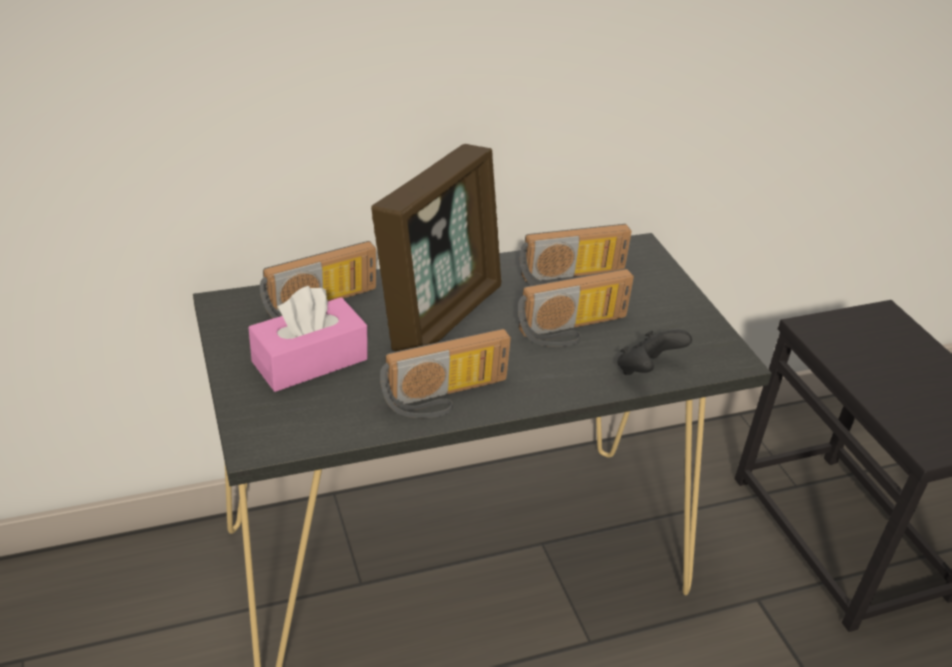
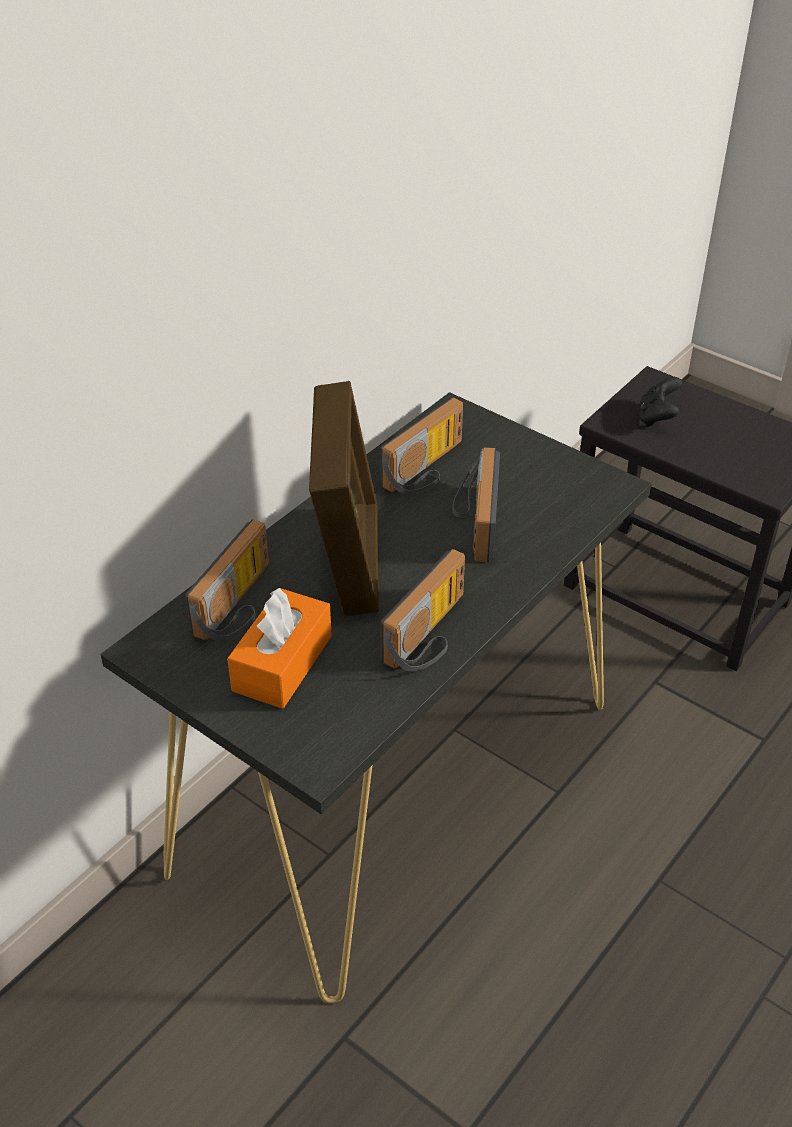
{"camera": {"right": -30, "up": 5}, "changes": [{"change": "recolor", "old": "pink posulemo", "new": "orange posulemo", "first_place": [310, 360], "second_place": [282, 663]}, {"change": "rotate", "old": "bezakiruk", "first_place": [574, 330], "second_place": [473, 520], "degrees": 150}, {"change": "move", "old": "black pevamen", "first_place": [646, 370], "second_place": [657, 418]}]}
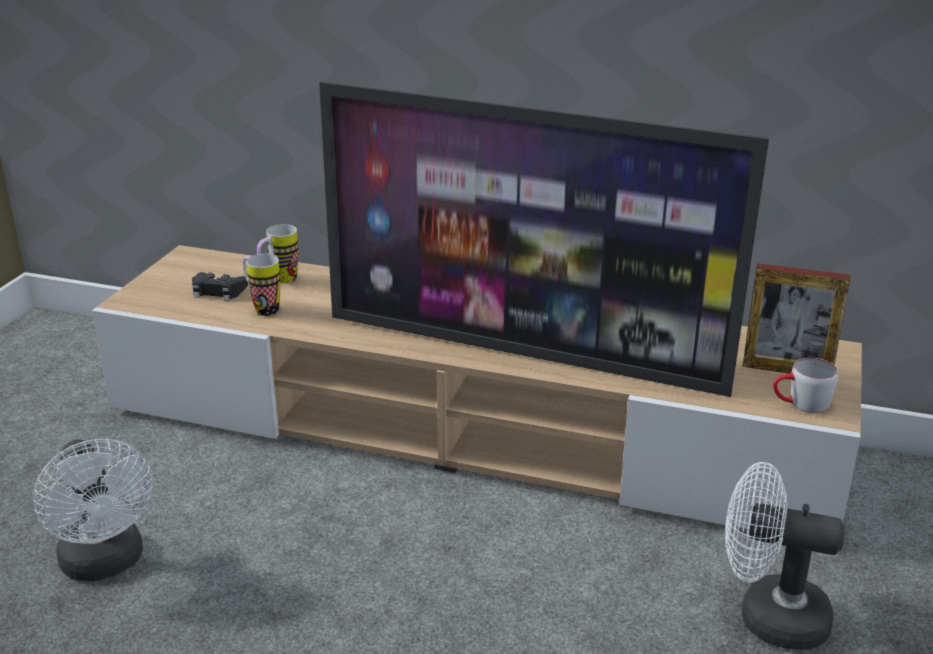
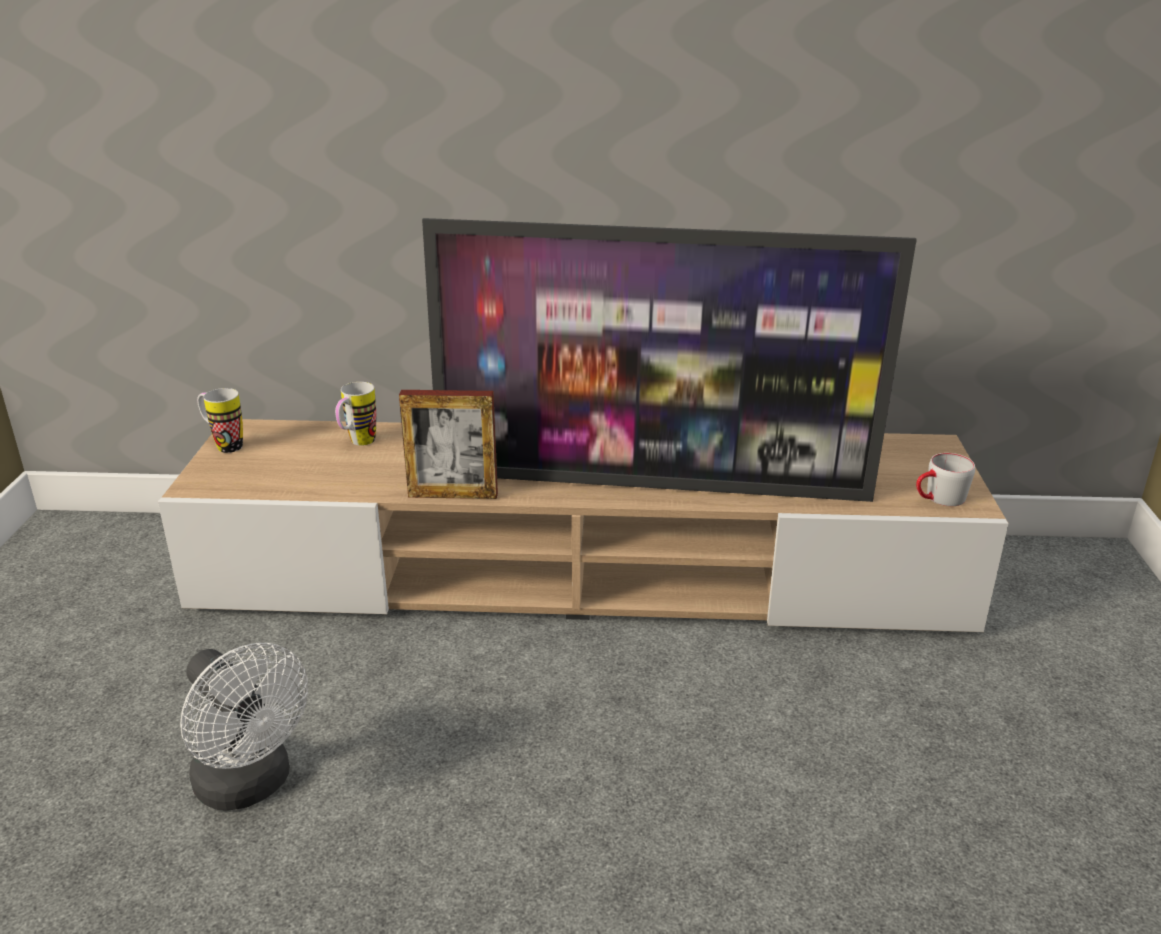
{"camera": {"right": -15, "up": 0}, "changes": [{"change": "move", "old": "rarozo", "first_place": [262, 308], "second_place": [224, 445]}, {"change": "move", "old": "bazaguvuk", "first_place": [786, 370], "second_place": [453, 495]}, {"change": "delete", "old": "black pevamen", "first_place": [218, 291]}, {"change": "delete", "old": "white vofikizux", "first_place": [768, 616]}]}
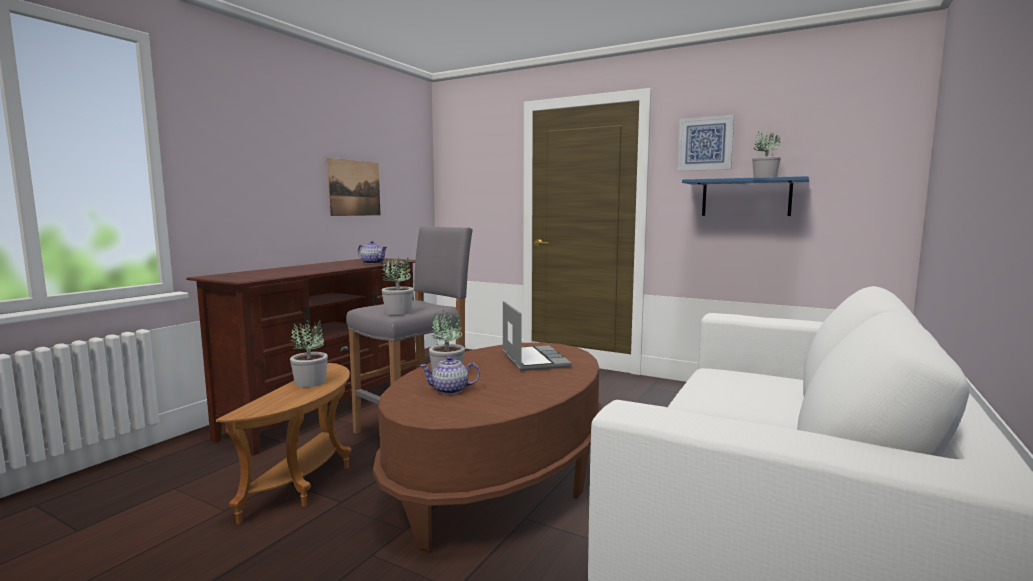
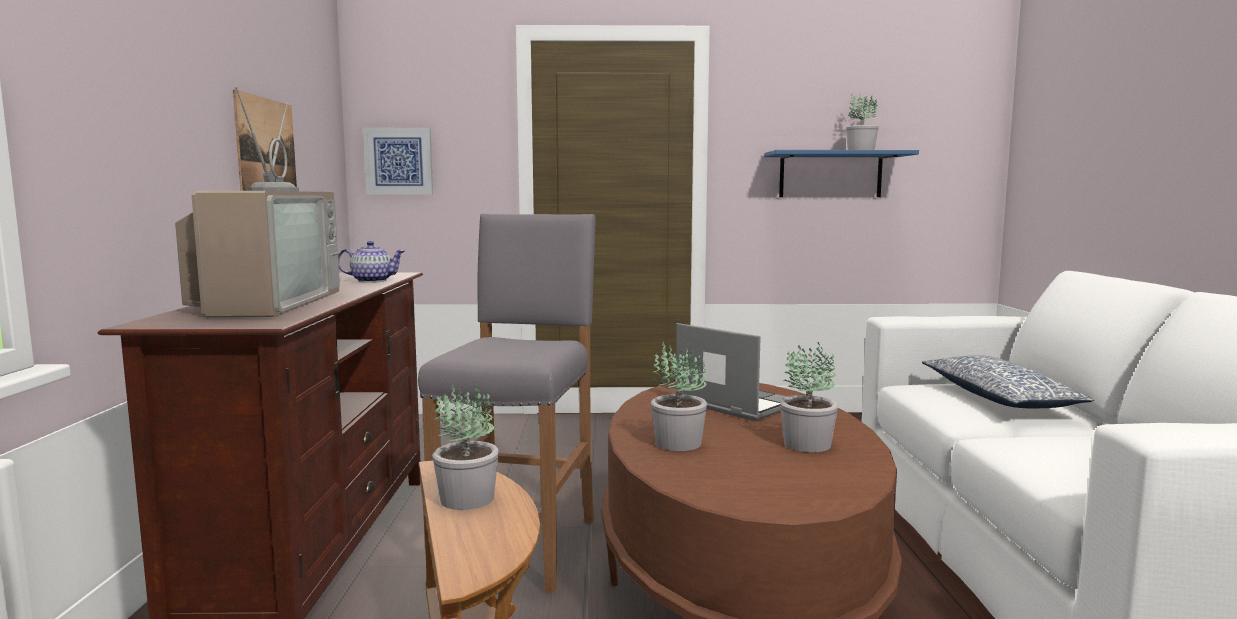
{"camera": {"right": -30, "up": 0}, "changes": [{"change": "insert", "new": "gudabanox", "second_place": [267, 303]}, {"change": "move", "old": "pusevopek", "first_place": [705, 143], "second_place": [399, 161]}, {"change": "move", "old": "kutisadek", "first_place": [398, 312], "second_place": [806, 444]}, {"change": "insert", "new": "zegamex", "second_place": [998, 398]}, {"change": "delete", "old": "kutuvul", "first_place": [450, 390]}]}
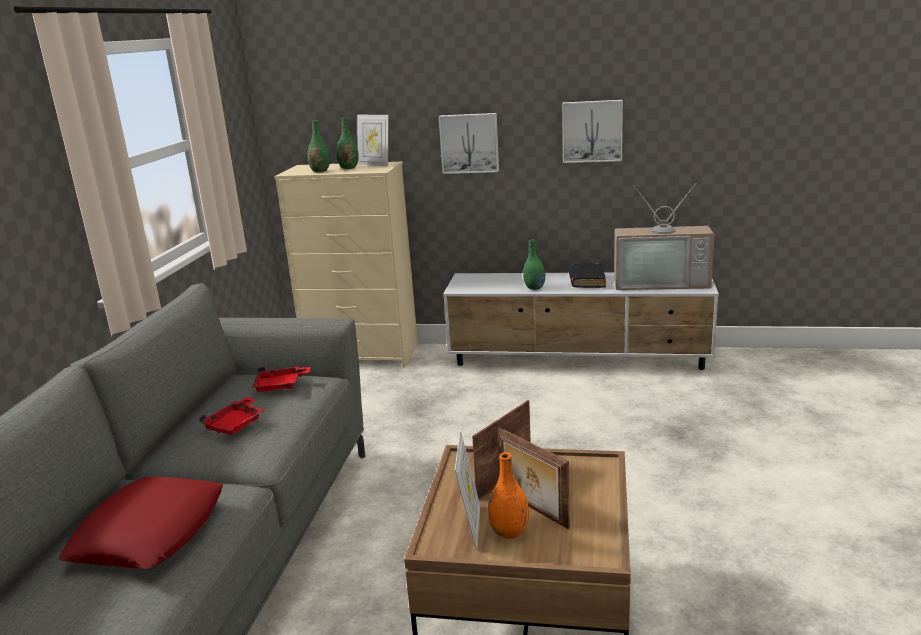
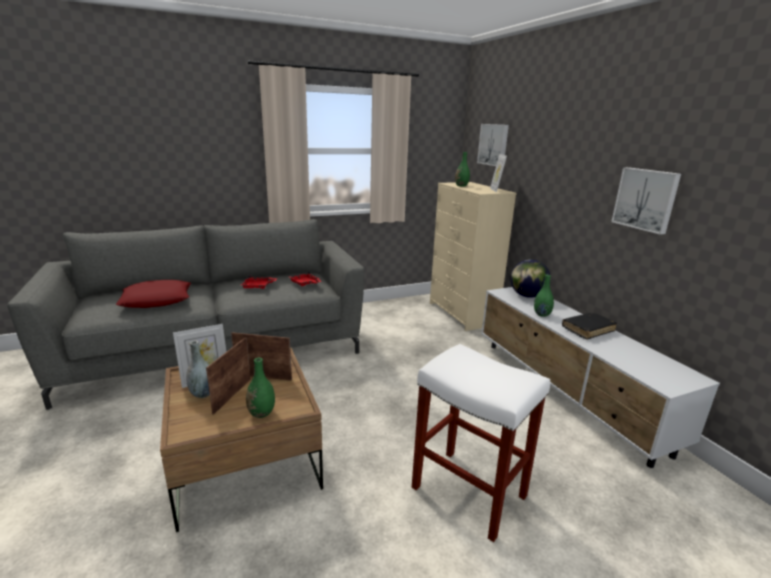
{"camera": {"right": 55, "up": 0}, "changes": [{"change": "recolor", "old": "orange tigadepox", "new": "grey tigadepox", "first_place": [509, 532], "second_place": [202, 394]}, {"change": "move", "old": "green tigadepox", "first_place": [349, 168], "second_place": [261, 413]}, {"change": "insert", "new": "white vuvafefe", "second_place": [470, 492]}, {"change": "move", "old": "pusevopek", "first_place": [469, 143], "second_place": [494, 144]}, {"change": "insert", "new": "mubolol", "second_place": [527, 296]}, {"change": "delete", "old": "gudabanox", "first_place": [661, 282]}]}
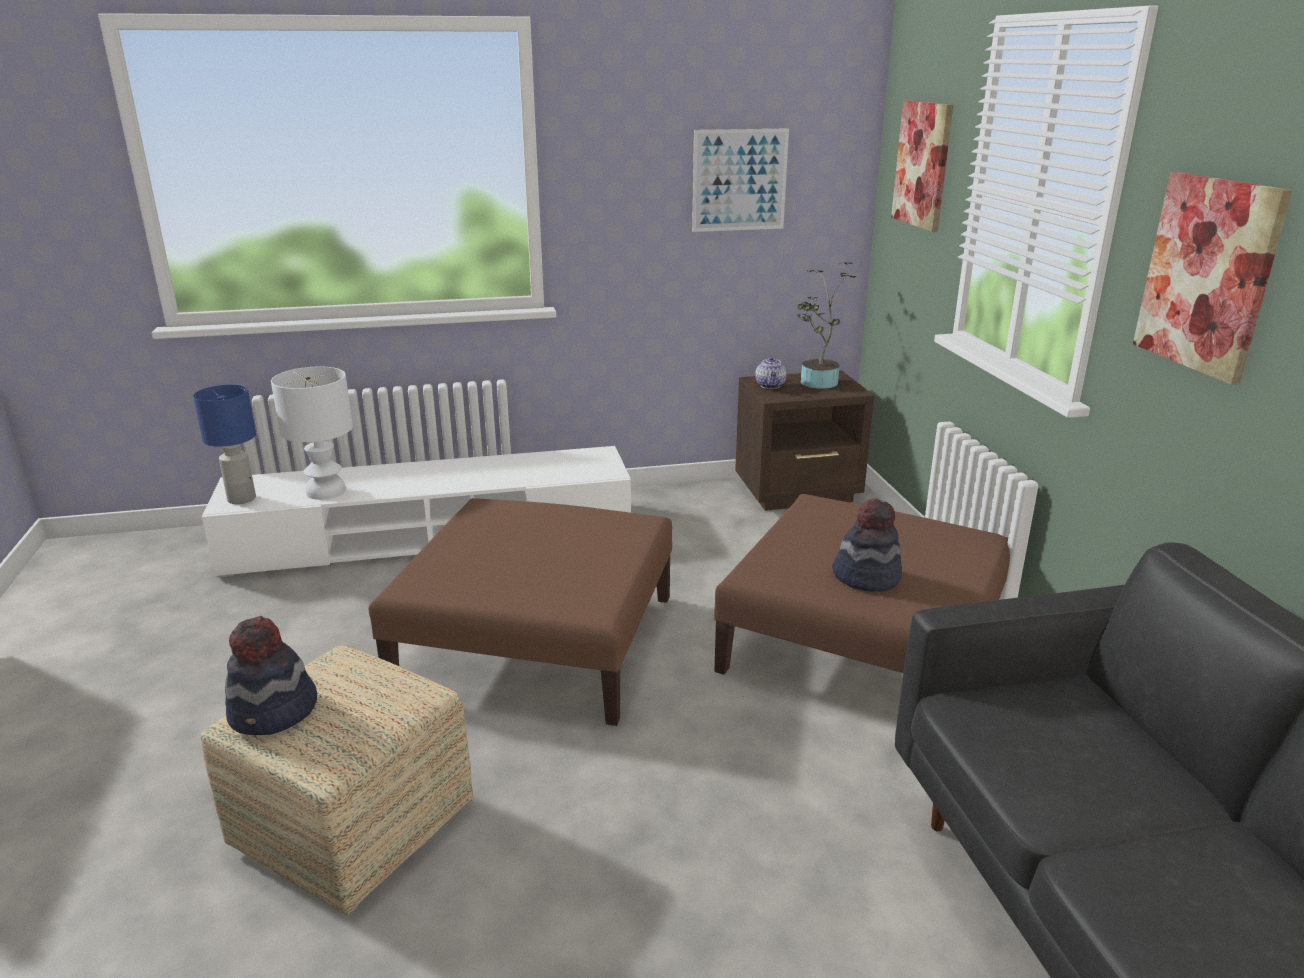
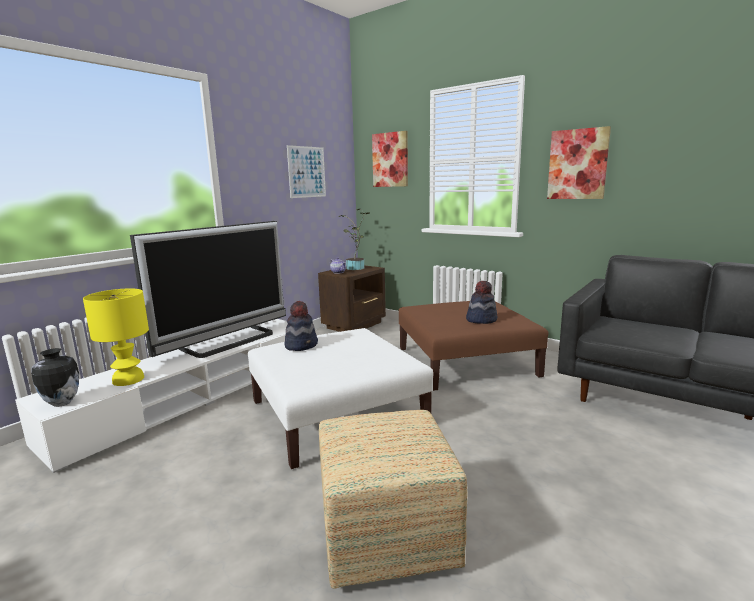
{"camera": {"right": -40, "up": -10}, "changes": [{"change": "replace", "old": "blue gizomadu", "new": "tigadepox", "first_place": [241, 499], "second_place": [61, 403]}, {"change": "recolor", "old": "white gizomadu", "new": "yellow gizomadu", "first_place": [326, 491], "second_place": [128, 379]}, {"change": "insert", "new": "gudabanox", "second_place": [230, 341]}, {"change": "recolor", "old": "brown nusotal", "new": "white nusotal", "first_place": [536, 642], "second_place": [336, 414]}, {"change": "move", "old": "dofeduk", "first_place": [274, 713], "second_place": [301, 345]}]}
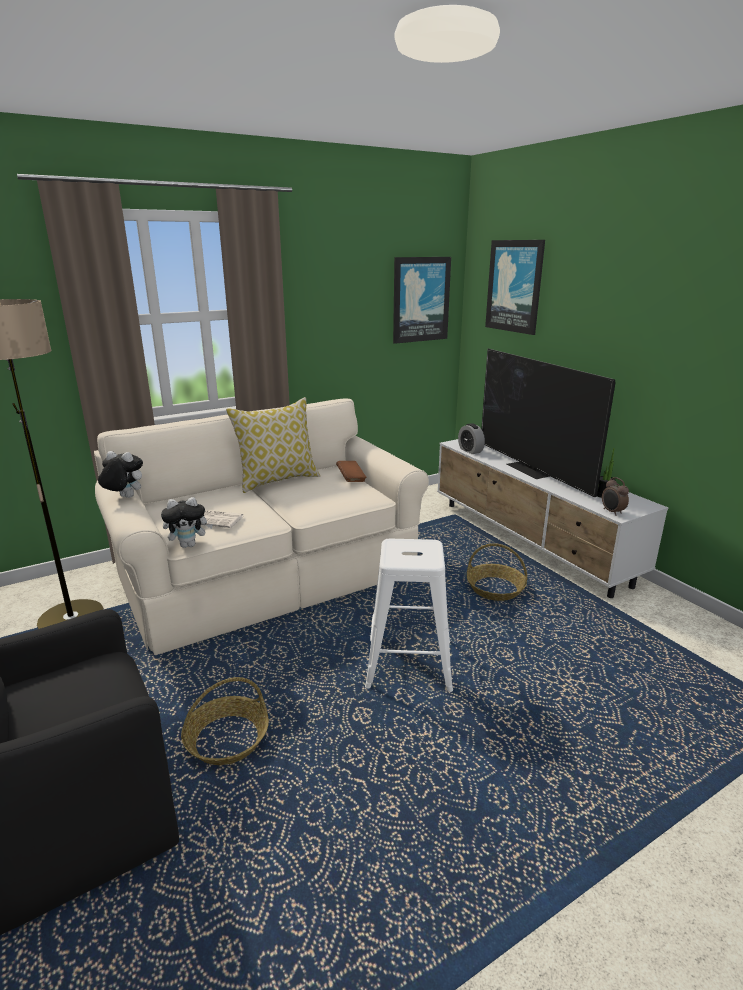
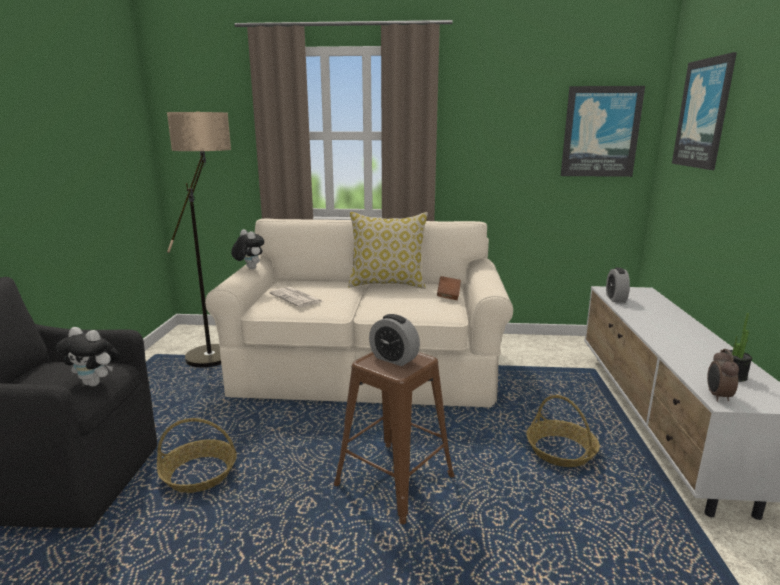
{"camera": {"right": 35, "up": -5}, "changes": [{"change": "move", "old": "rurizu", "first_place": [189, 545], "second_place": [96, 383]}, {"change": "recolor", "old": "white vuvafefe", "new": "brown vuvafefe", "first_place": [409, 661], "second_place": [396, 481]}, {"change": "insert", "new": "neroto", "second_place": [394, 359]}, {"change": "delete", "old": "gudabanox", "first_place": [531, 469]}]}
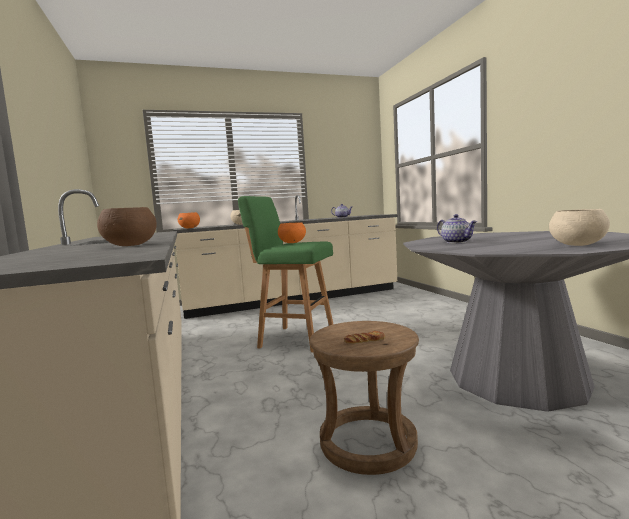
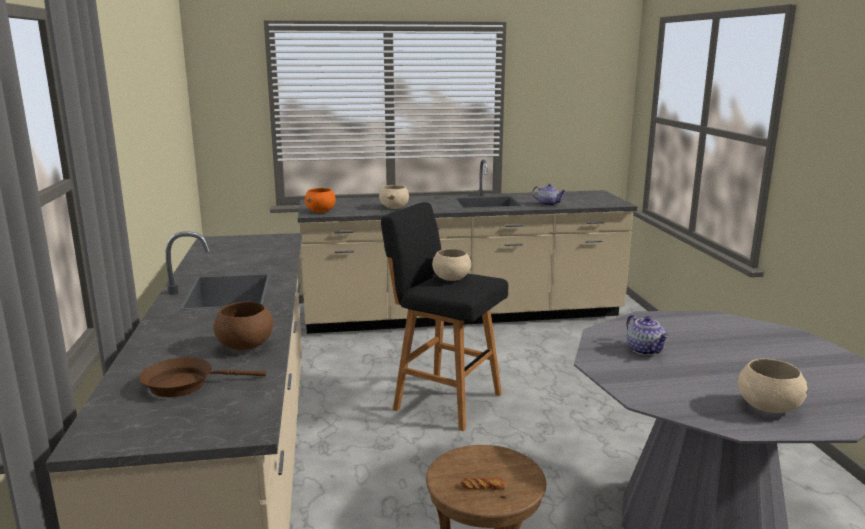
{"camera": {"right": 10, "up": 10}, "changes": [{"change": "insert", "new": "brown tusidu", "second_place": [185, 384]}, {"change": "recolor", "old": "green vuvafefe", "new": "black vuvafefe", "first_place": [294, 338], "second_place": [444, 400]}, {"change": "recolor", "old": "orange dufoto", "new": "beige dufoto", "first_place": [292, 243], "second_place": [451, 279]}]}
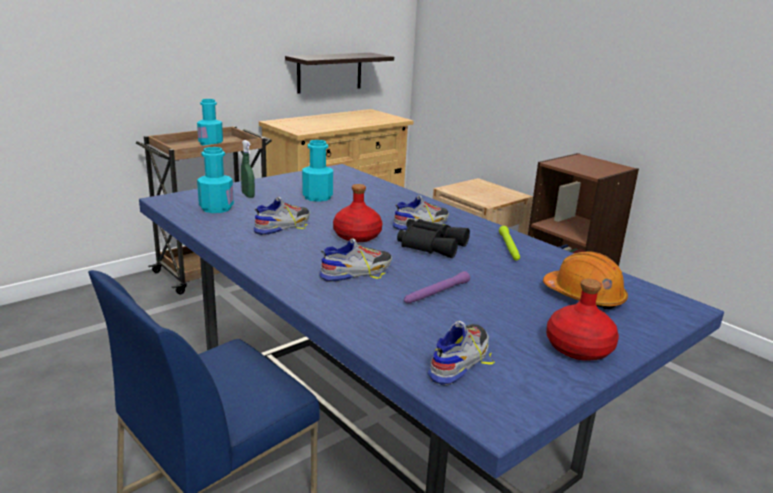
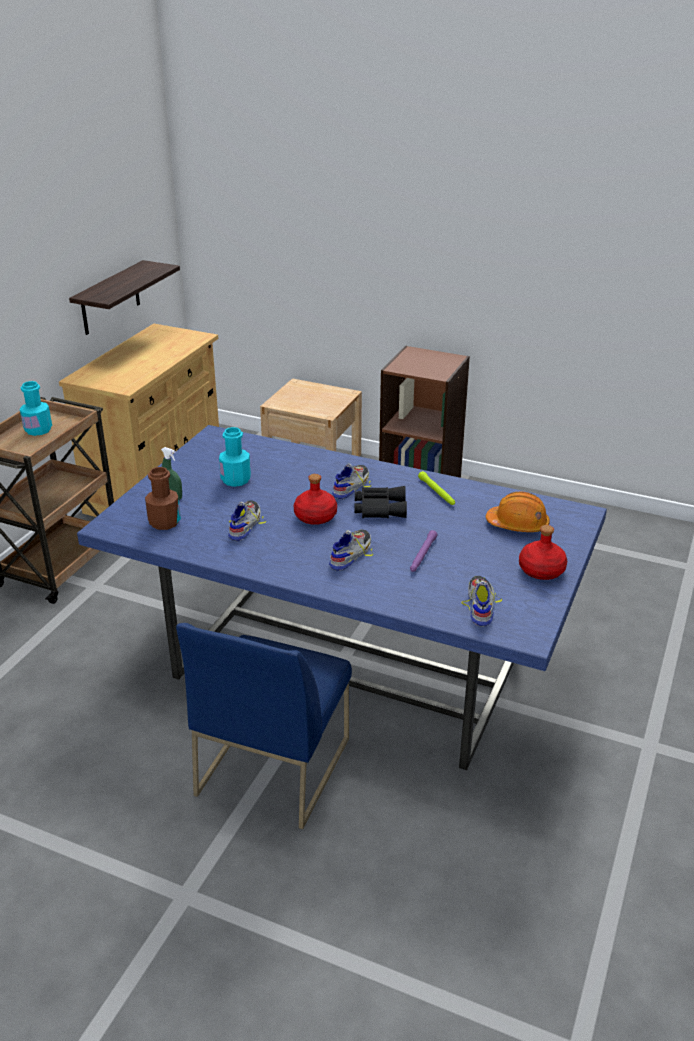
{"camera": {"right": -25, "up": 10}, "changes": [{"change": "recolor", "old": "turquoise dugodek", "new": "brown dugodek", "first_place": [216, 208], "second_place": [164, 522]}]}
